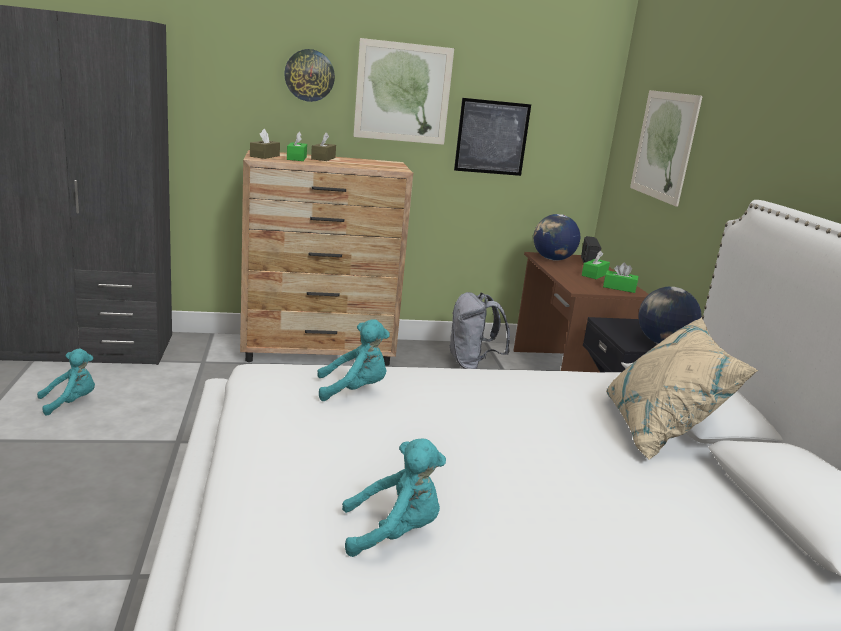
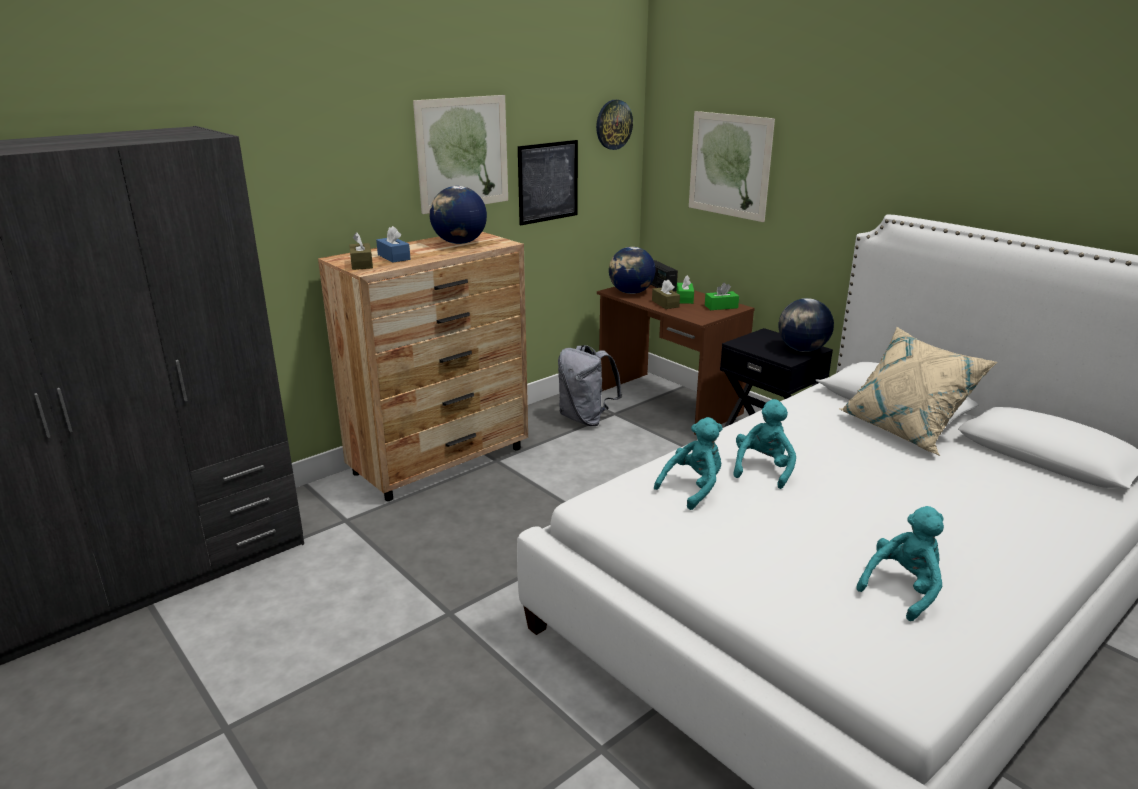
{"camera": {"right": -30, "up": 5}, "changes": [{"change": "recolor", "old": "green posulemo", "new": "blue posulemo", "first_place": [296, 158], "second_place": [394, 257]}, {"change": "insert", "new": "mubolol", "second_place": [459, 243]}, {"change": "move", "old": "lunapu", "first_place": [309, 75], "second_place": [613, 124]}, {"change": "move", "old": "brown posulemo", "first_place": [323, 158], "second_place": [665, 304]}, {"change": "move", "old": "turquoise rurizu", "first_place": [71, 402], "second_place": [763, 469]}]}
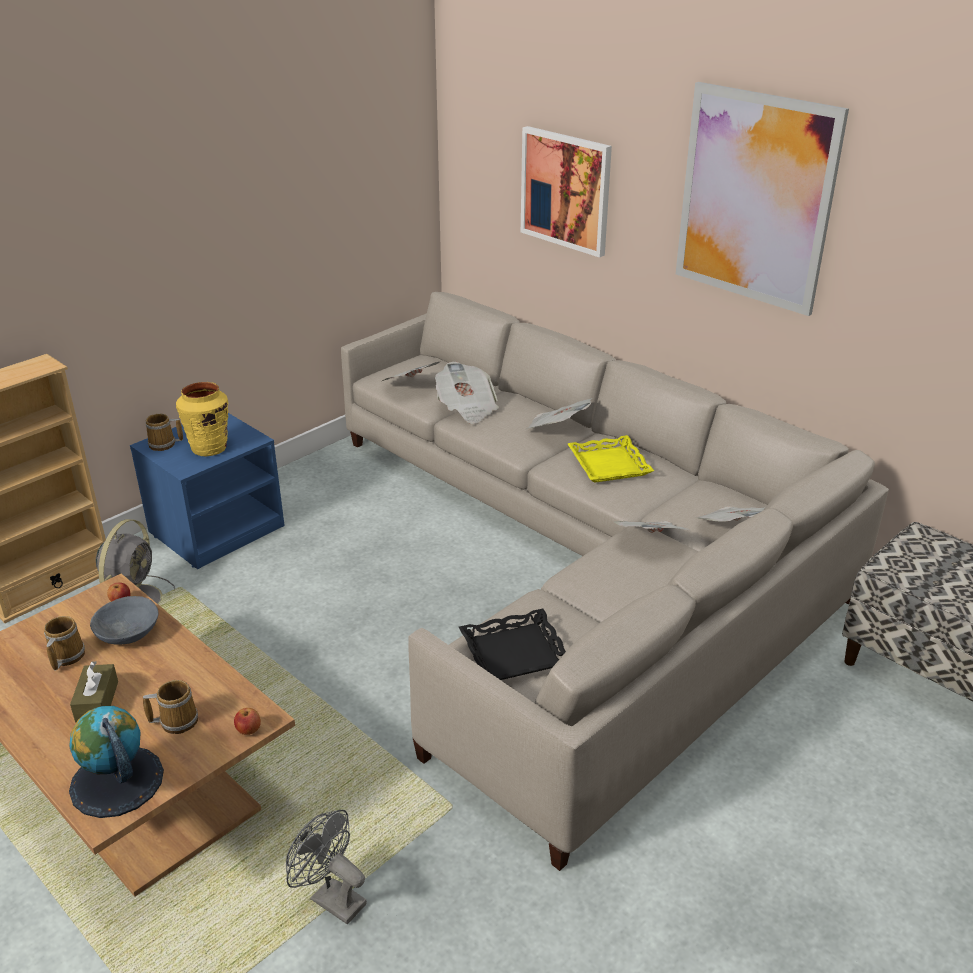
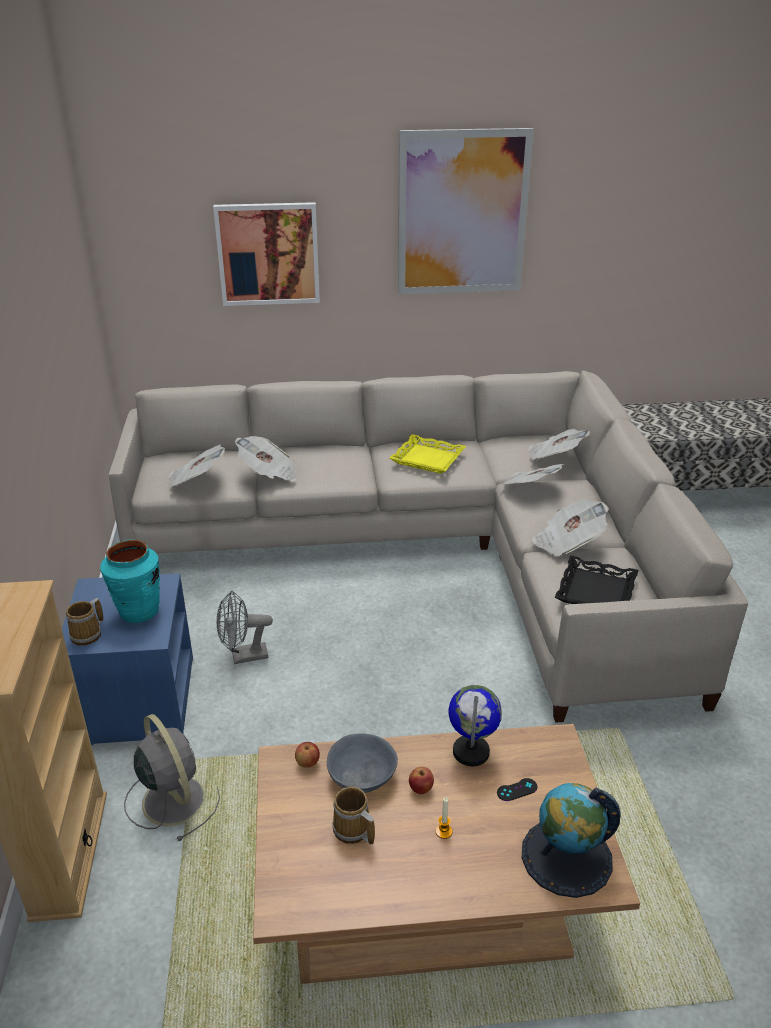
{"camera": {"right": -50, "up": 0}, "changes": [{"change": "recolor", "old": "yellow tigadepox", "new": "turquoise tigadepox", "first_place": [209, 448], "second_place": [139, 611]}, {"change": "move", "old": "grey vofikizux", "first_place": [331, 898], "second_place": [243, 657]}, {"change": "move", "old": "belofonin", "first_place": [248, 730], "second_place": [421, 789]}, {"change": "replace", "old": "brown posulemo", "new": "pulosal", "first_place": [97, 701], "second_place": [443, 831]}, {"change": "insert", "new": "mubolol", "second_place": [471, 752]}, {"change": "replace", "old": "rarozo", "new": "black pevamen", "first_place": [176, 720], "second_place": [517, 790]}, {"change": "move", "old": "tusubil", "first_place": [557, 429], "second_place": [567, 543]}]}
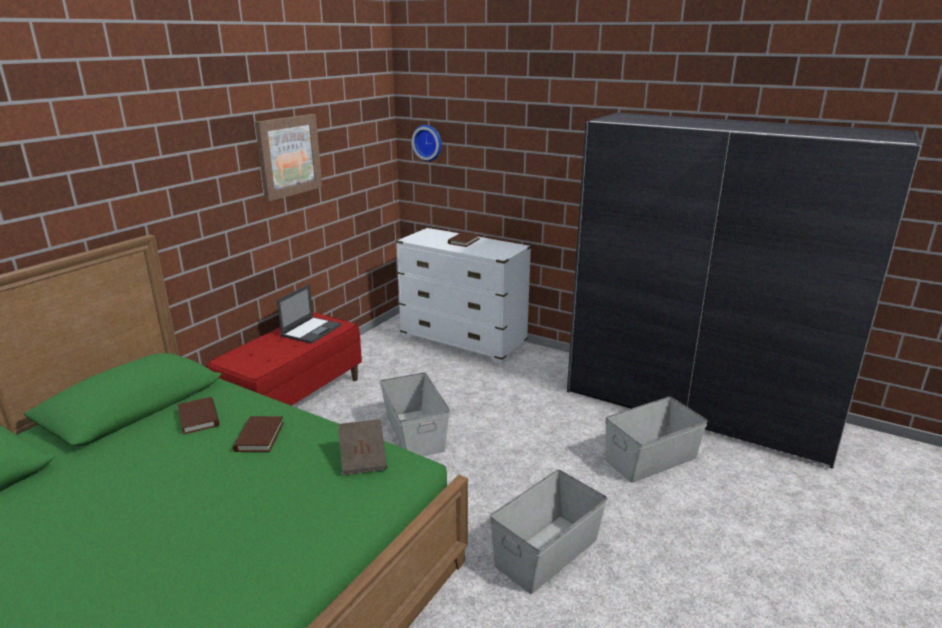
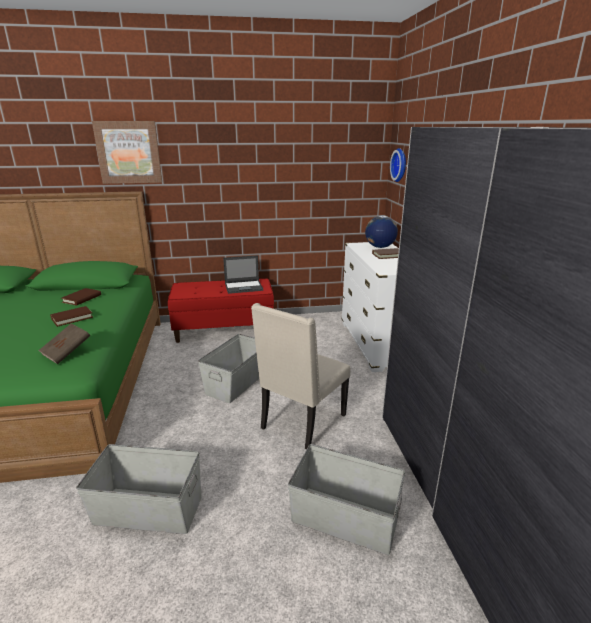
{"camera": {"right": 50, "up": 0}, "changes": [{"change": "move", "old": "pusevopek", "first_place": [288, 156], "second_place": [128, 152]}, {"change": "insert", "new": "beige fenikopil", "second_place": [301, 422]}, {"change": "insert", "new": "mubolol", "second_place": [379, 247]}]}
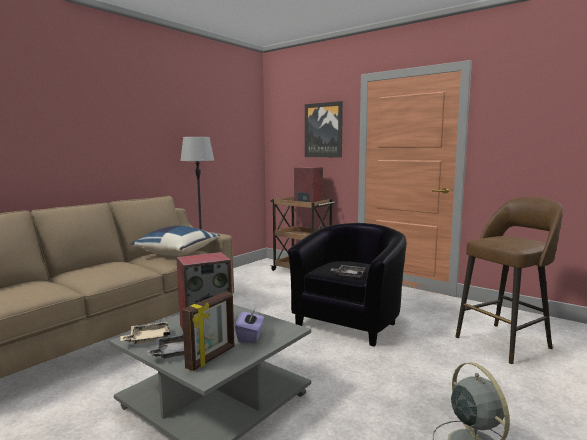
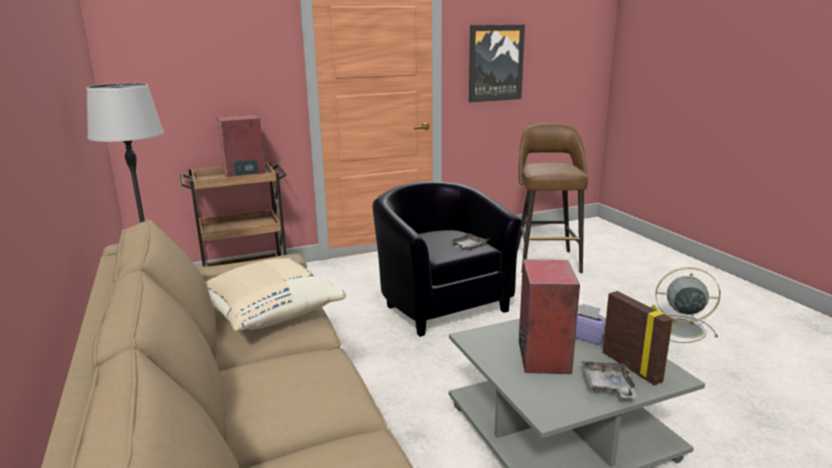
{"camera": {"right": -60, "up": 10}, "changes": [{"change": "recolor", "old": "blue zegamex", "new": "beige zegamex", "first_place": [177, 253], "second_place": [268, 314]}, {"change": "move", "old": "pusevopek", "first_place": [323, 130], "second_place": [495, 63]}, {"change": "delete", "old": "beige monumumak", "first_place": [148, 339]}]}
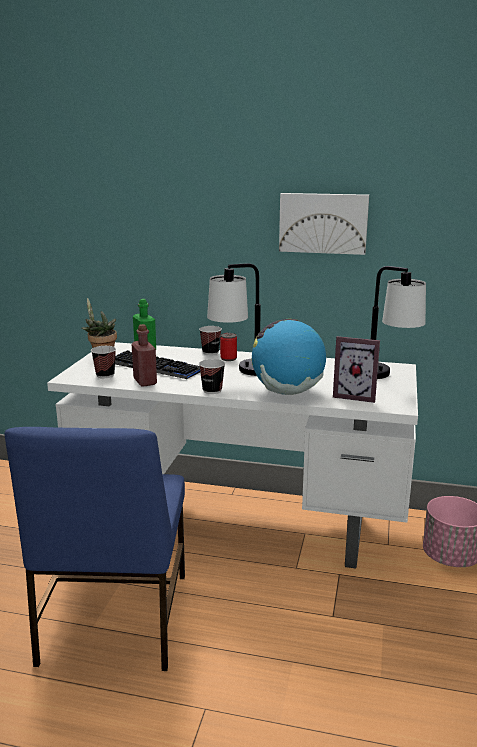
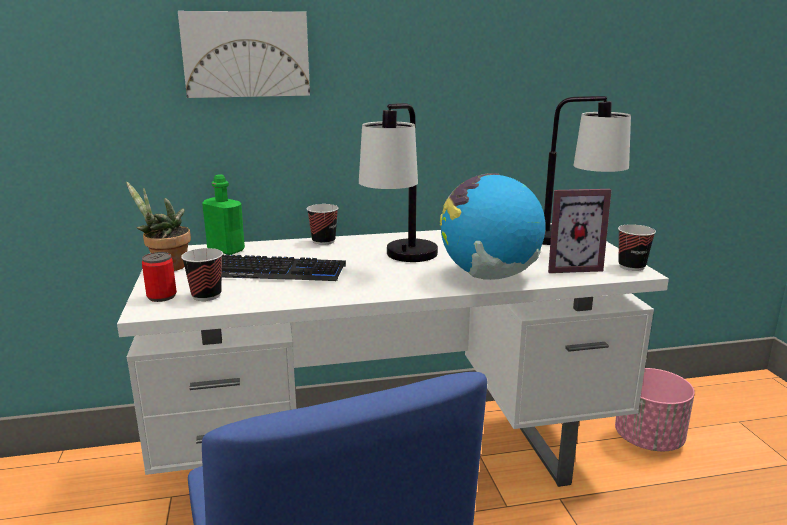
{"camera": {"right": -25, "up": 0}, "changes": [{"change": "move", "old": "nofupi", "first_place": [228, 358], "second_place": [162, 296]}, {"change": "move", "old": "pusevopek", "first_place": [323, 223], "second_place": [246, 54]}, {"change": "move", "old": "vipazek", "first_place": [212, 390], "second_place": [631, 266]}, {"change": "delete", "old": "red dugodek", "first_place": [145, 382]}]}
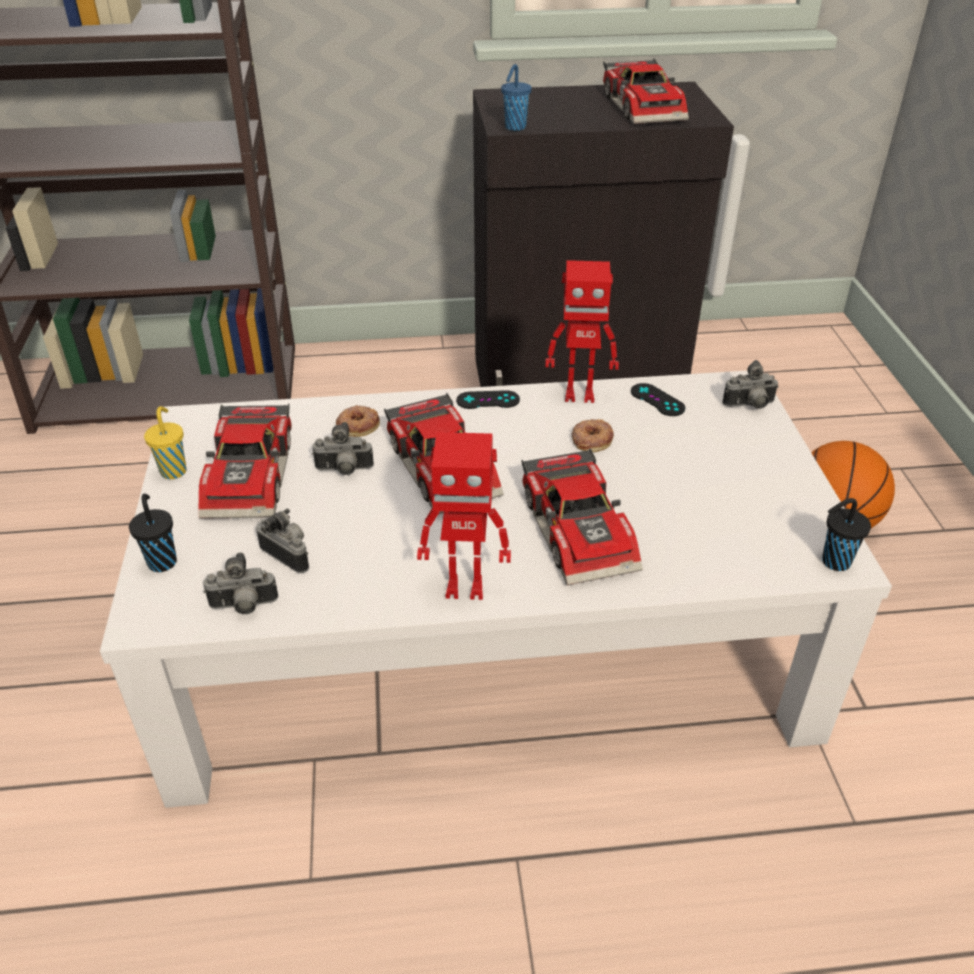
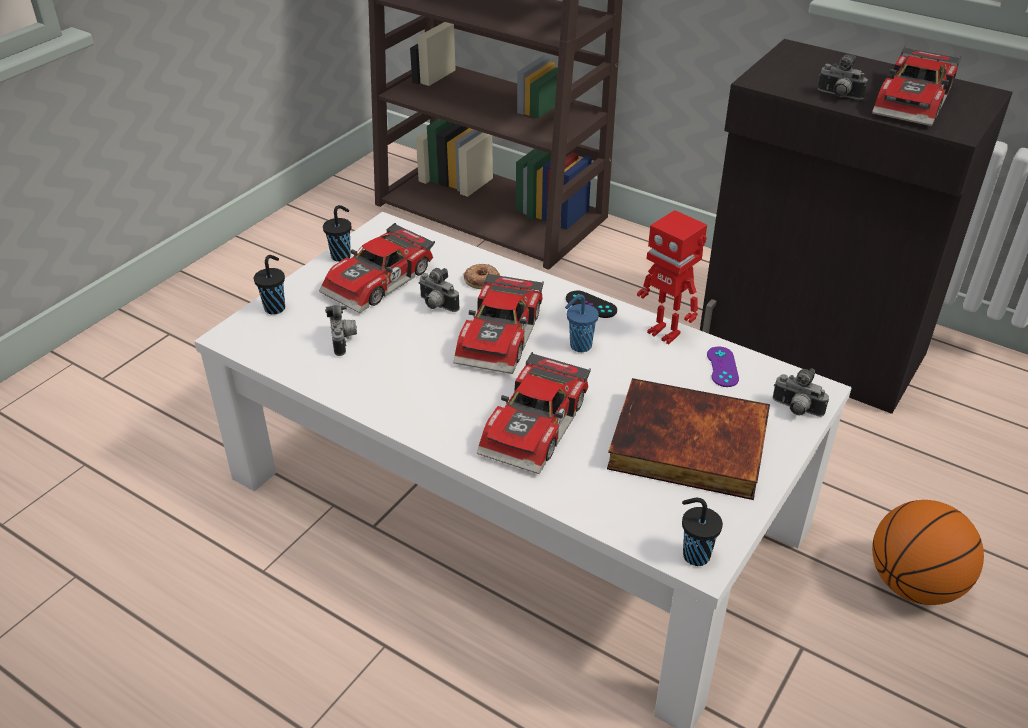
{"camera": {"right": 40, "up": 0}, "changes": [{"change": "recolor", "old": "yellow vipazek", "new": "black vipazek", "first_place": [174, 470], "second_place": [342, 256]}, {"change": "move", "old": "blue vipazek", "first_place": [514, 128], "second_place": [579, 346]}, {"change": "insert", "new": "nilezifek", "second_place": [686, 446]}, {"change": "recolor", "old": "black pevamen", "new": "purple pevamen", "first_place": [657, 400], "second_place": [722, 367]}, {"change": "move", "old": "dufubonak", "first_place": [243, 607], "second_place": [838, 96]}, {"change": "delete", "old": "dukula", "first_place": [465, 586]}, {"change": "delete", "old": "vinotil", "first_place": [591, 439]}]}
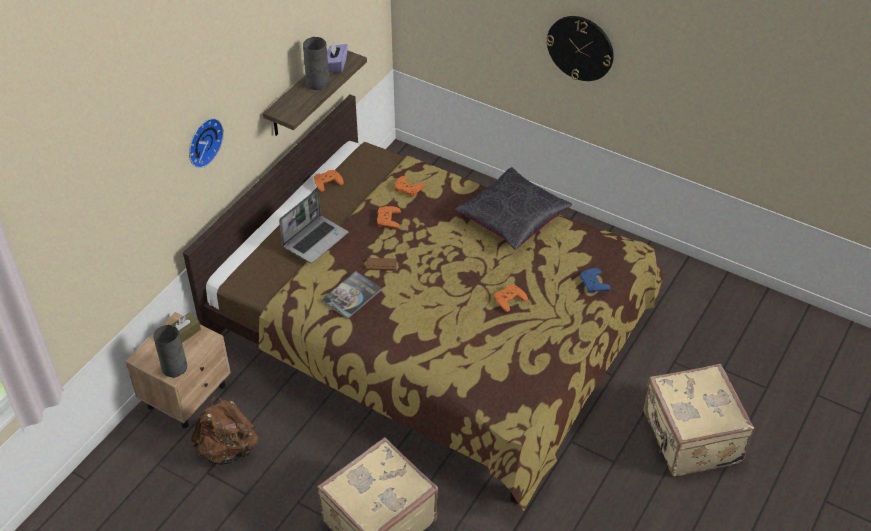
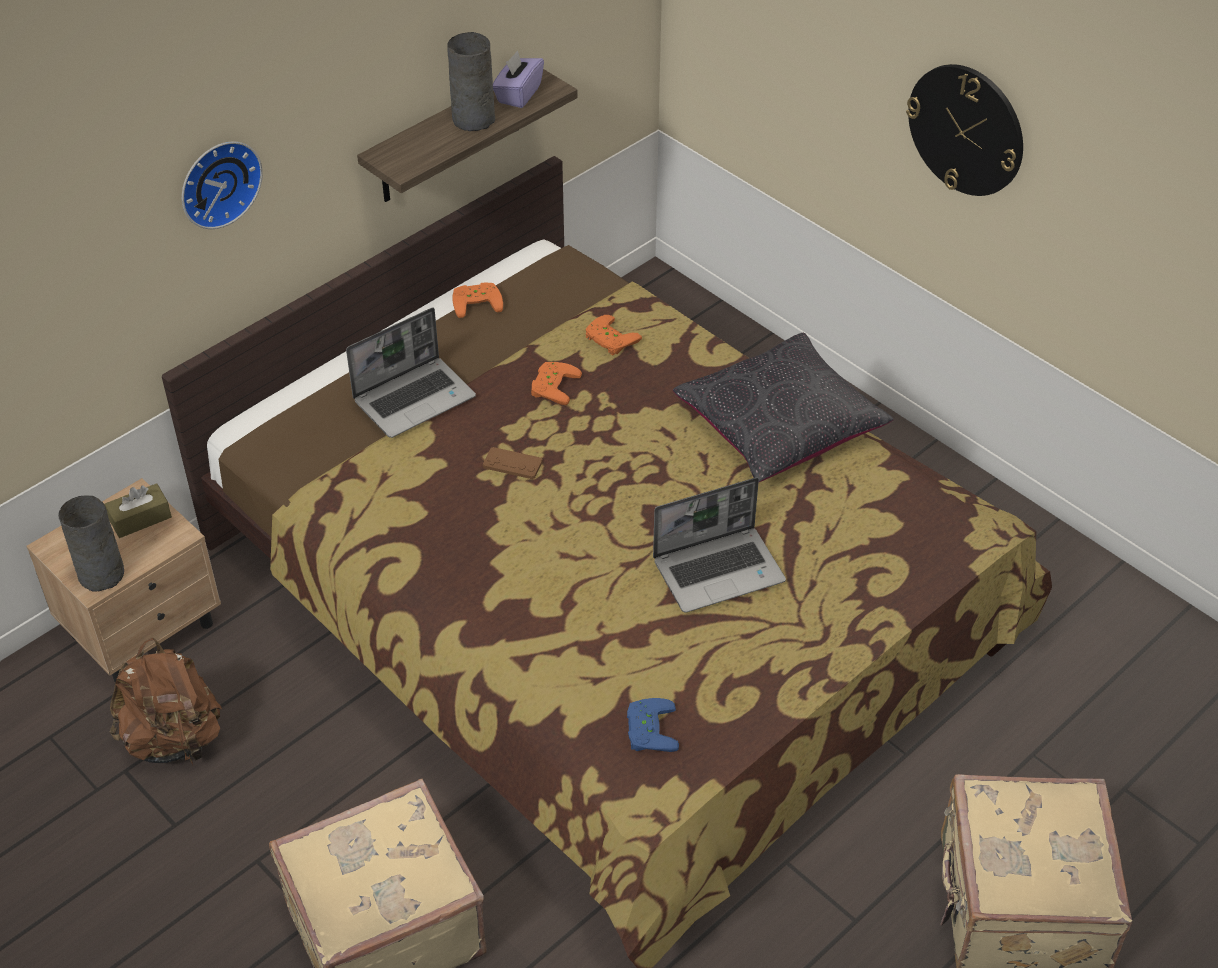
{"camera": {"right": 15, "up": 0}, "changes": [{"change": "move", "old": "blue pevamen", "first_place": [592, 283], "second_place": [647, 729]}, {"change": "replace", "old": "orange pevamen", "new": "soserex", "first_place": [508, 298], "second_place": [719, 570]}, {"change": "delete", "old": "nilezifek", "first_place": [351, 295]}]}
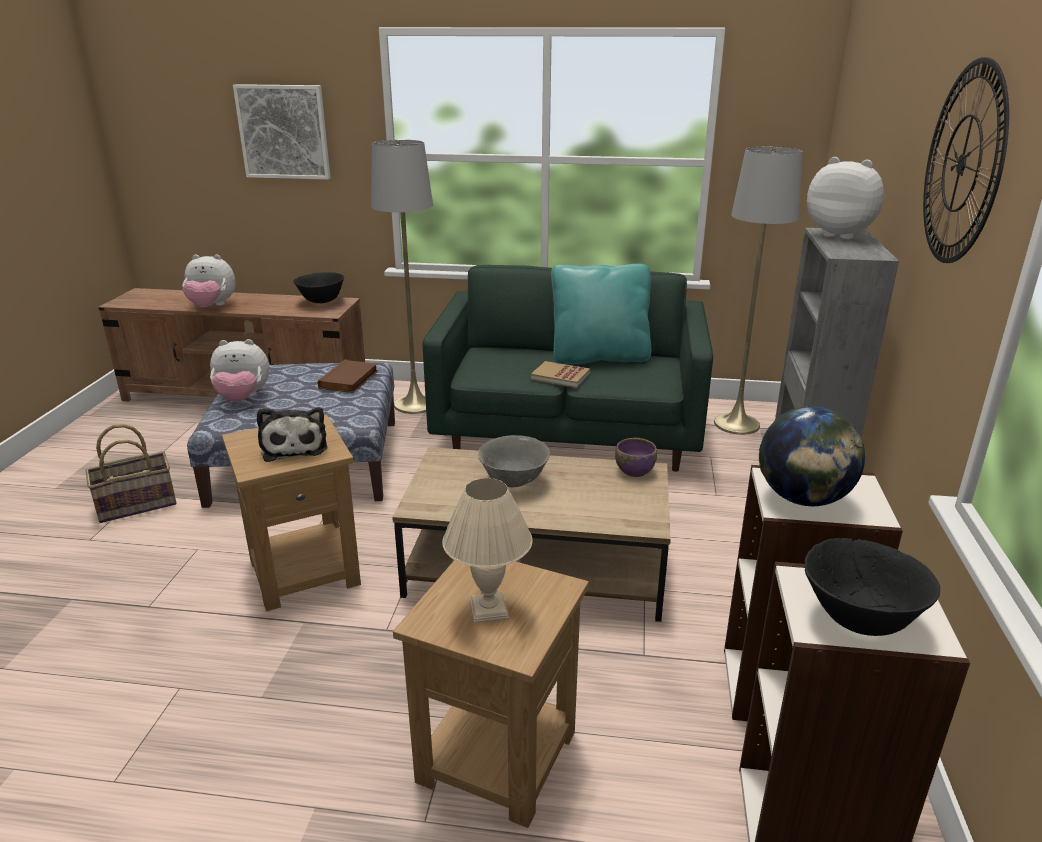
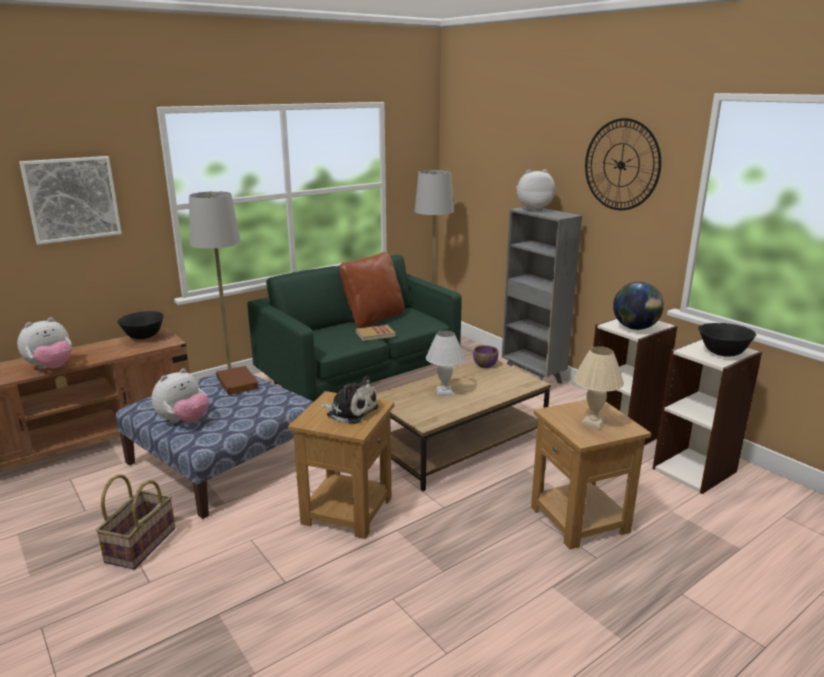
{"camera": {"right": -45, "up": -5}, "changes": [{"change": "recolor", "old": "turquoise zegamex", "new": "brown zegamex", "first_place": [599, 357], "second_place": [373, 319]}, {"change": "replace", "old": "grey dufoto", "new": "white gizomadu", "first_place": [514, 481], "second_place": [445, 392]}]}
